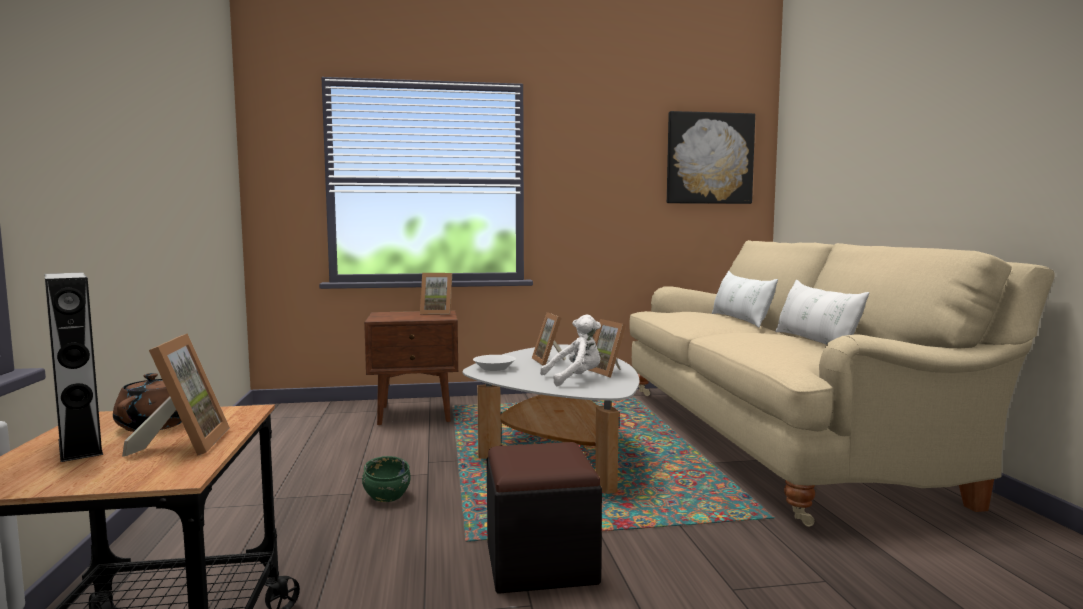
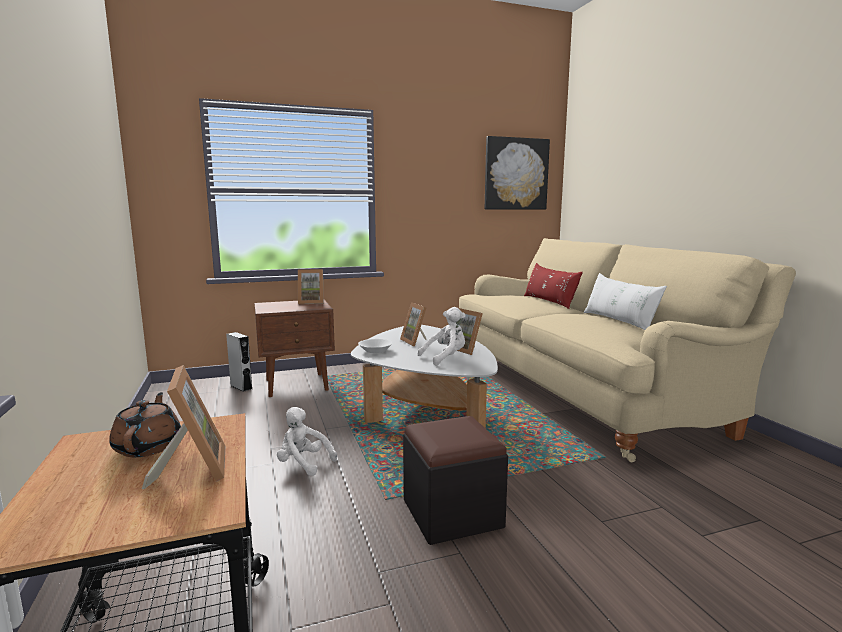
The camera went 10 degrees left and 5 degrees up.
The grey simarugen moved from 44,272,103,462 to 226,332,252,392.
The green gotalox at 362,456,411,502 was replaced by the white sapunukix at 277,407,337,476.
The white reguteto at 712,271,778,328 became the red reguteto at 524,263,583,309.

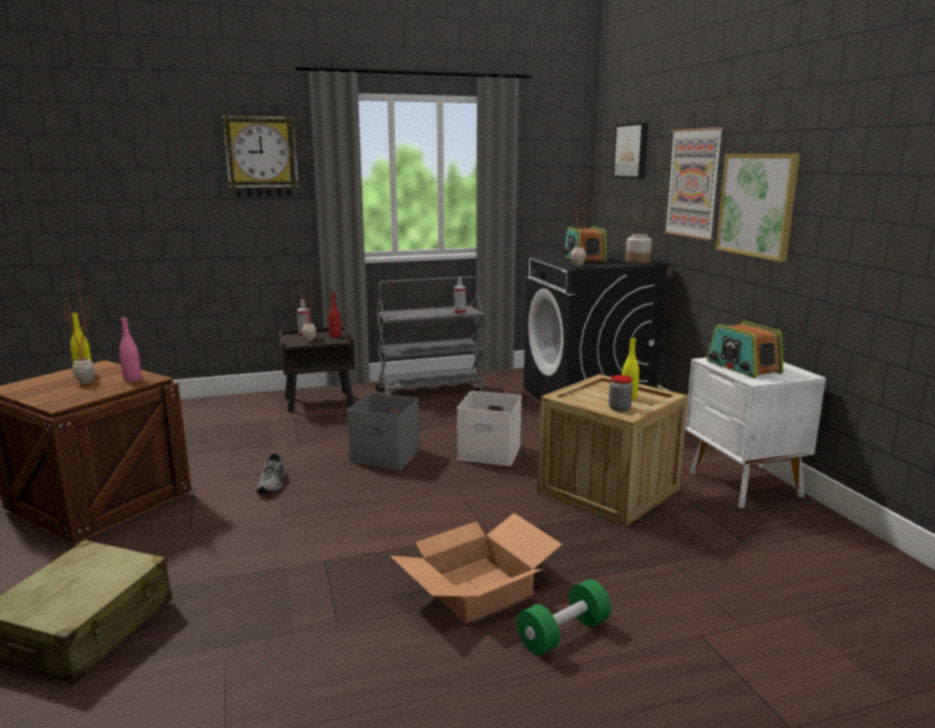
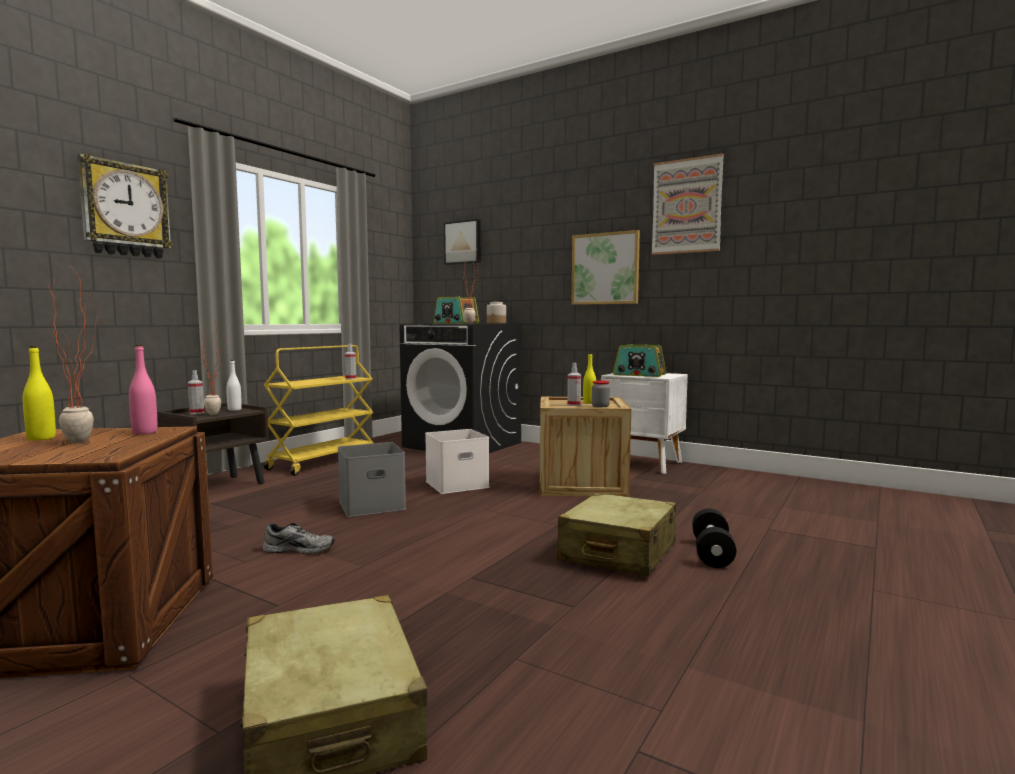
The camera went 40 degrees left and 10 degrees down.
The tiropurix at 567,363,581,406 appeared.
The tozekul moved from 664,127,724,240 to 651,153,724,255.
The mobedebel at 390,513,562,623 was replaced by the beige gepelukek at 557,493,676,577.
The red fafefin at 328,292,341,338 became the white fafefin at 226,360,242,411.
The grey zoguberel at 376,276,485,395 became the yellow zoguberel at 264,345,374,476.
The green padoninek at 517,579,611,655 became the black padoninek at 692,508,736,568.
The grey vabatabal at 256,453,286,493 turned 45 degrees counterclockwise.

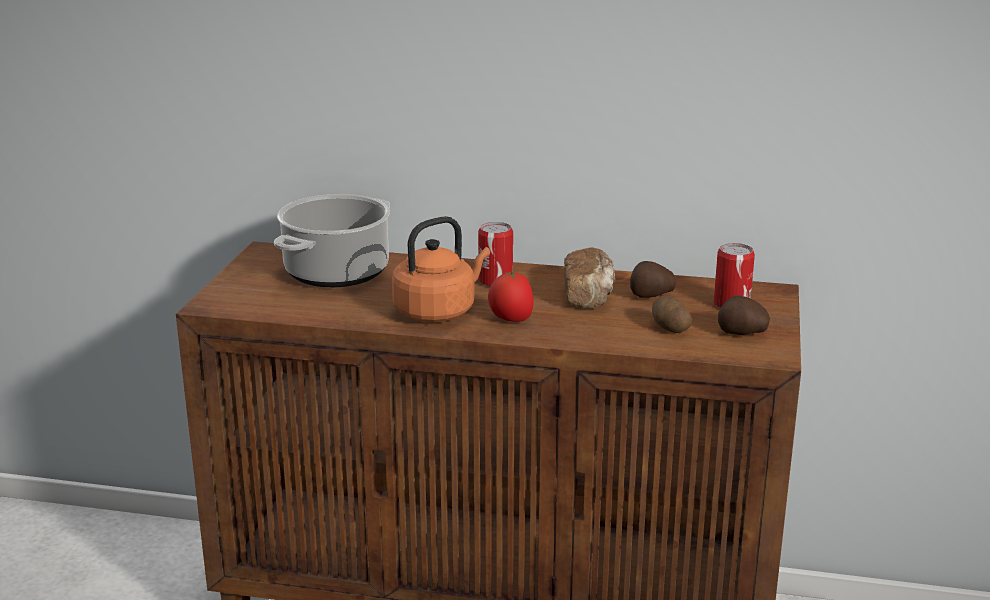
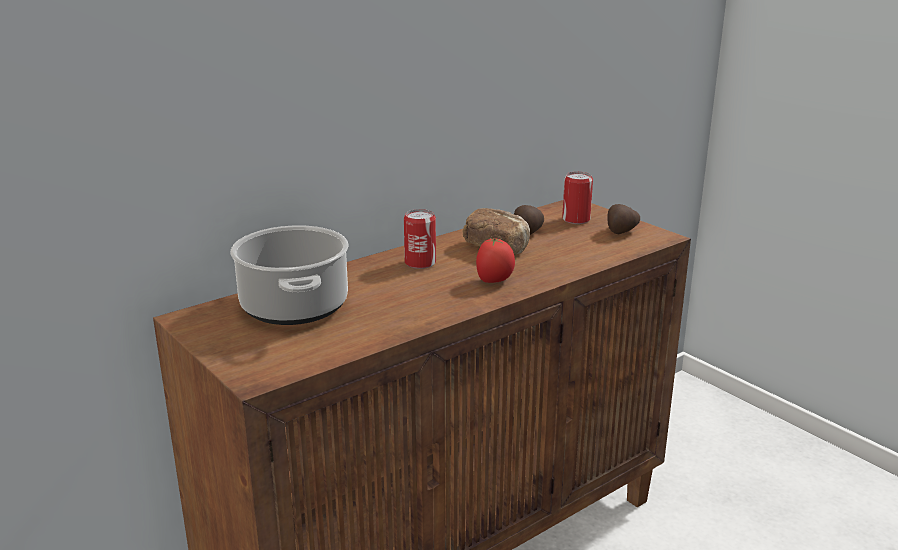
The camera went 50 degrees left and 0 degrees up.
The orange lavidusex at 392,216,490,322 disappeared.
The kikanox at 652,295,692,333 disappeared.

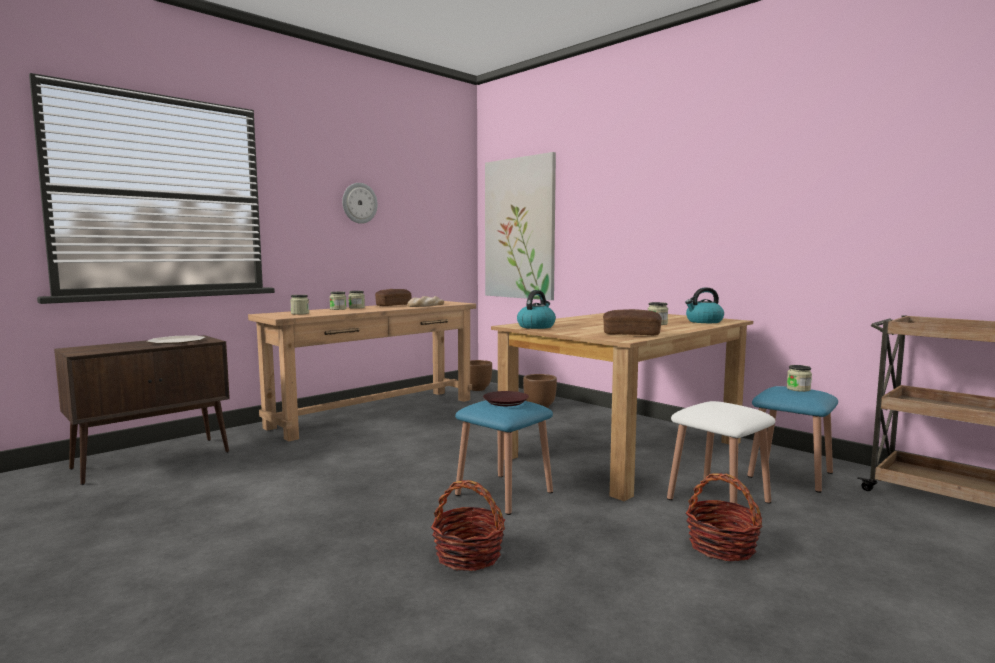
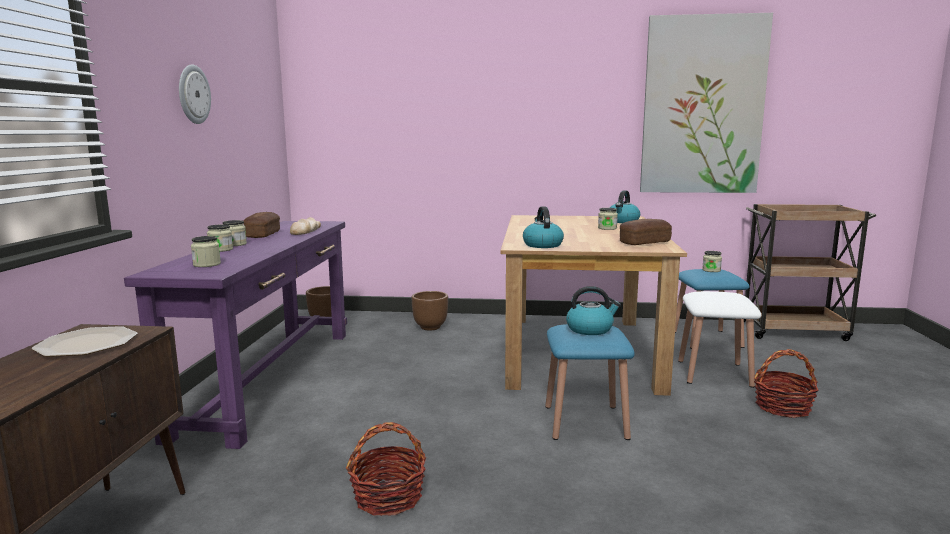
The camera went 40 degrees left and 5 degrees up.
The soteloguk moved from 431,480,505,571 to 346,422,426,516.
The tozekul moved from 485,152,556,300 to 640,13,773,193.
The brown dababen at 483,391,529,406 was replaced by the lavidusex at 566,286,621,335.
The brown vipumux at 248,301,476,442 became the purple vipumux at 124,221,347,449.

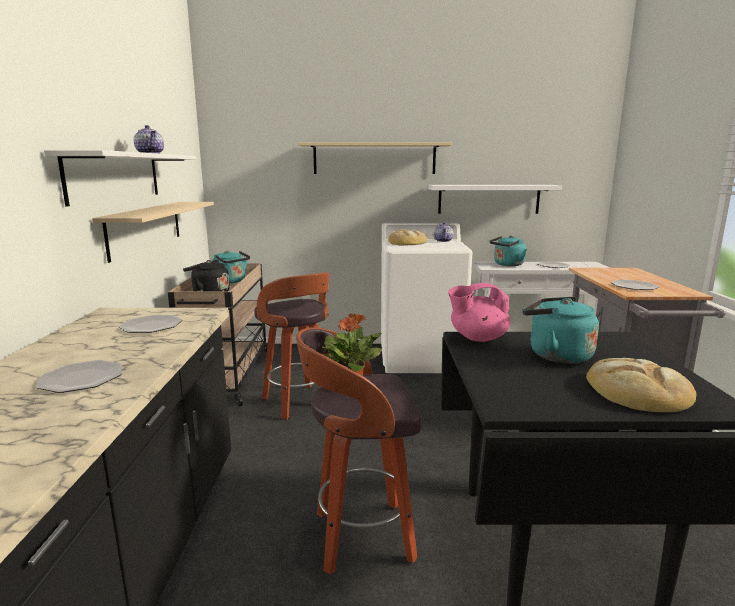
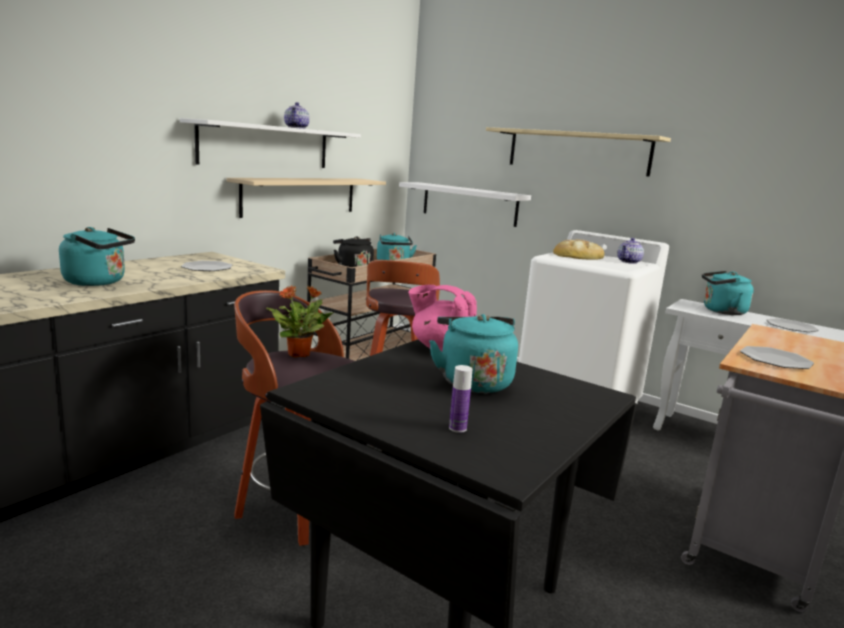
The camera went 35 degrees right and 0 degrees up.
The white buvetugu moved from 428,185,562,214 to 399,182,531,227.
The dababen at 36,360,122,393 was replaced by the turquoise lavidusex at 59,227,135,286.
The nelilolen at 586,358,696,412 was replaced by the fafefin at 449,365,472,433.

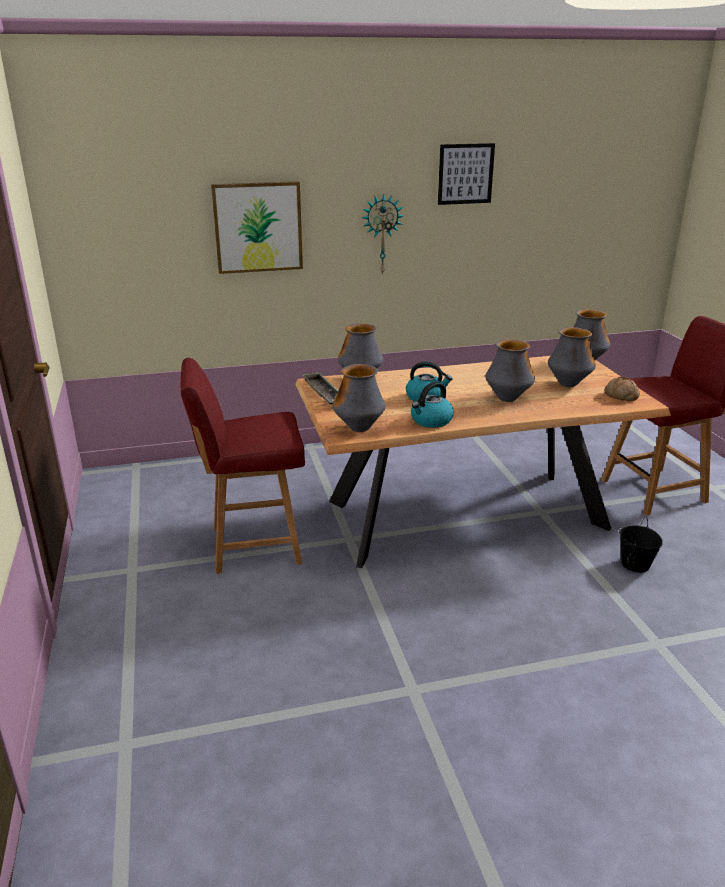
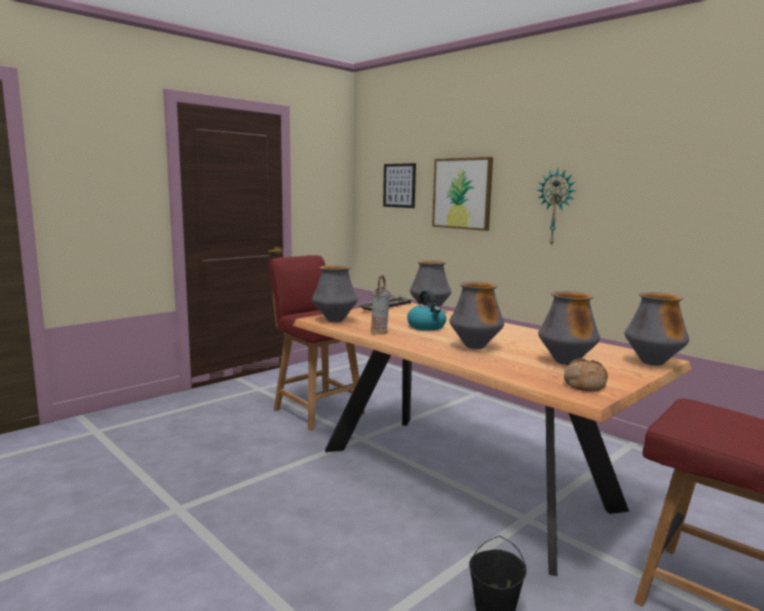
The camera went 60 degrees right and 15 degrees down.
The tozekul moved from 438,143,495,205 to 383,163,416,208.
The lavidusex at 411,382,454,428 was replaced by the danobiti at 370,275,391,335.

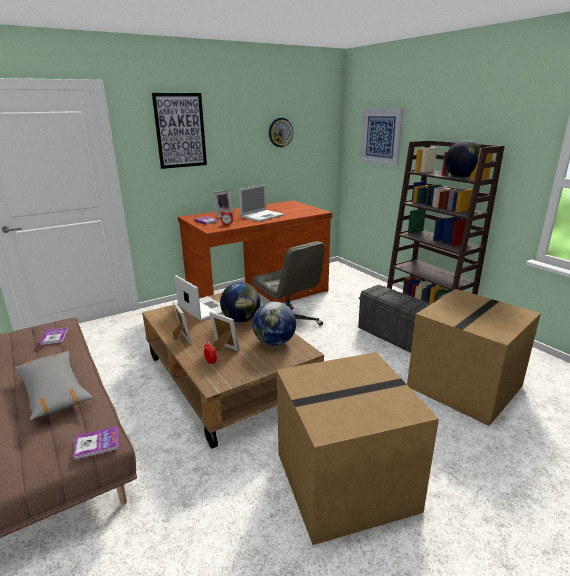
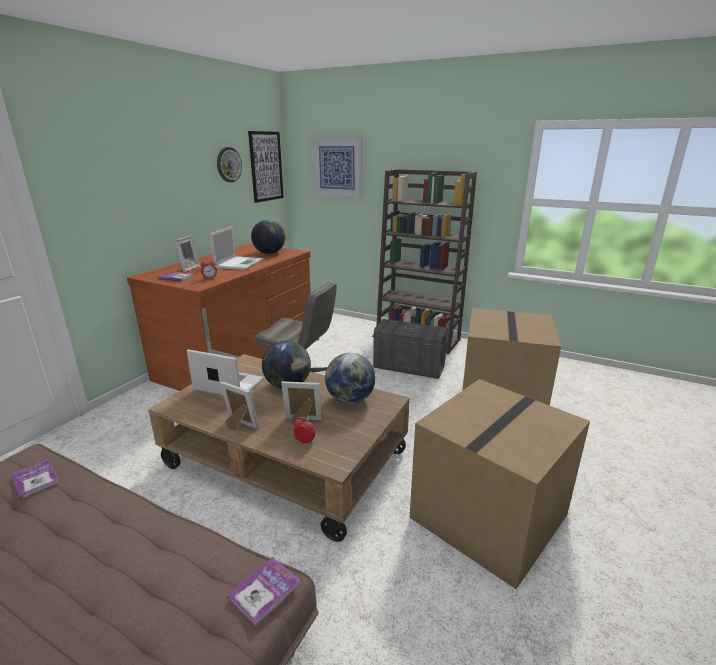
The camera went 30 degrees left and 0 degrees up.
The grey reguteto at 14,351,93,420 disappeared.
The tozekul moved from 152,93,207,169 to 248,131,284,203.
The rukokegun moved from 445,140,481,178 to 251,220,285,254.

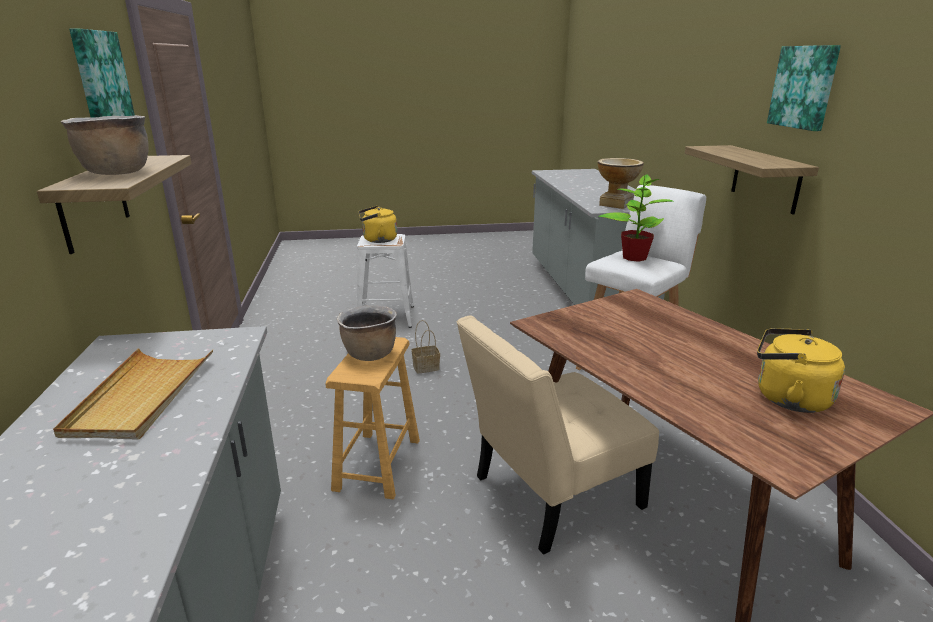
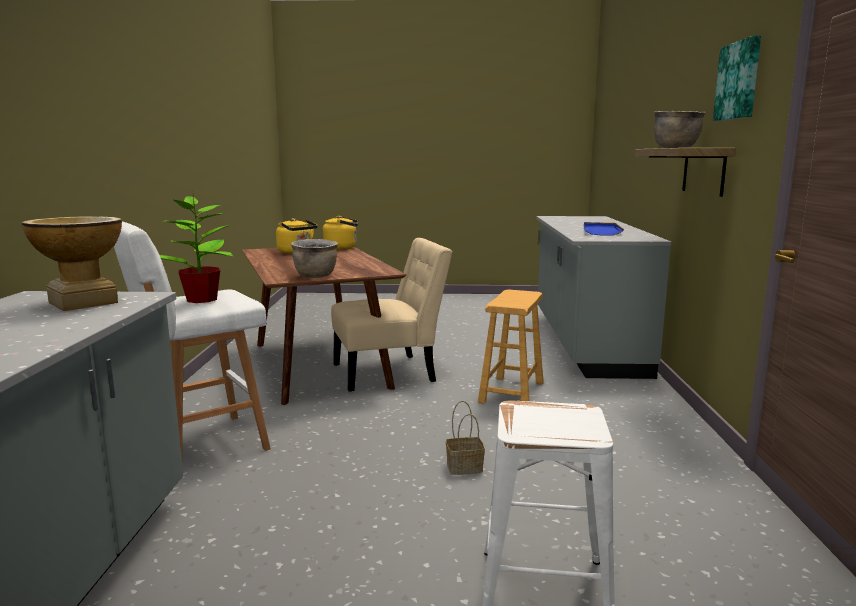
The camera went 170 degrees left and 10 degrees down.
The buvetugu at 685,145,819,215 disappeared.
The tozekul at 767,45,841,131 disappeared.
The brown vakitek moved from 337,305,397,361 to 291,239,338,278.
The yellow lavidusex moved from 359,206,397,243 to 323,216,359,250.
The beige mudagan at 53,348,213,440 became the blue mudagan at 584,222,624,236.

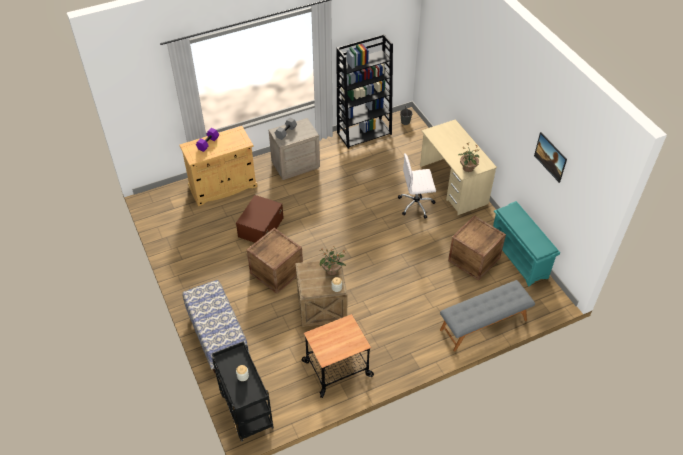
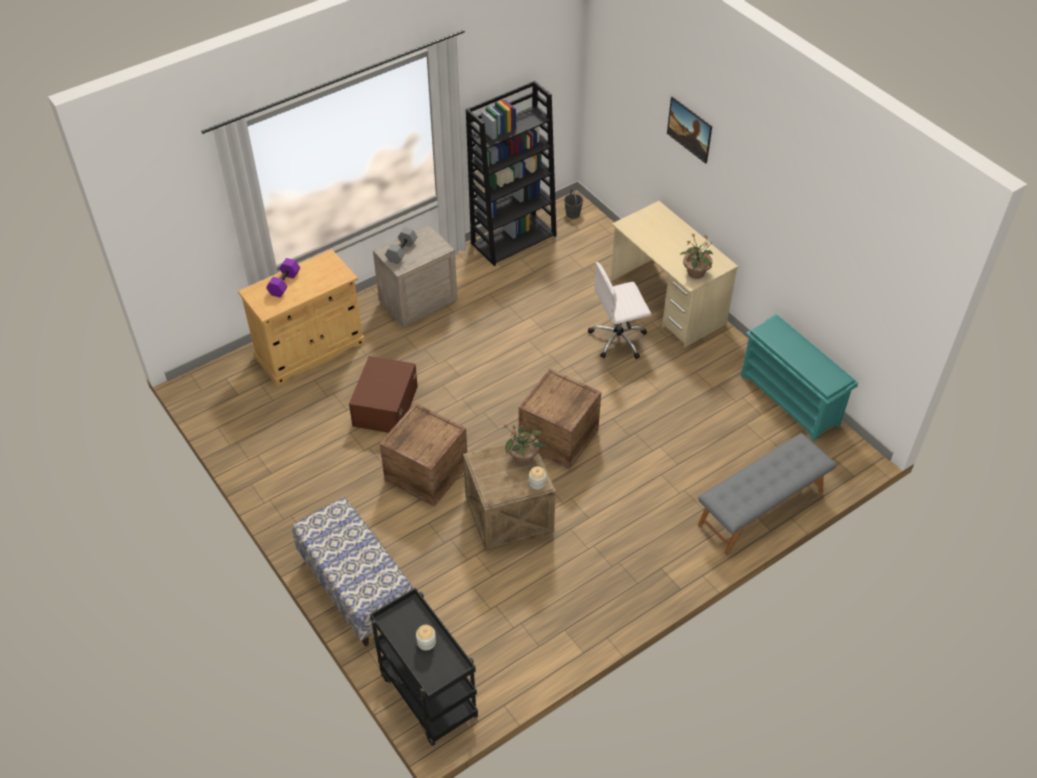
The camera went 10 degrees left and 0 degrees up.
The zoguberel at 301,314,374,398 disappeared.
The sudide moved from 448,215,506,281 to 519,369,601,469.
The tozekul moved from 534,132,567,183 to 667,97,712,164.

